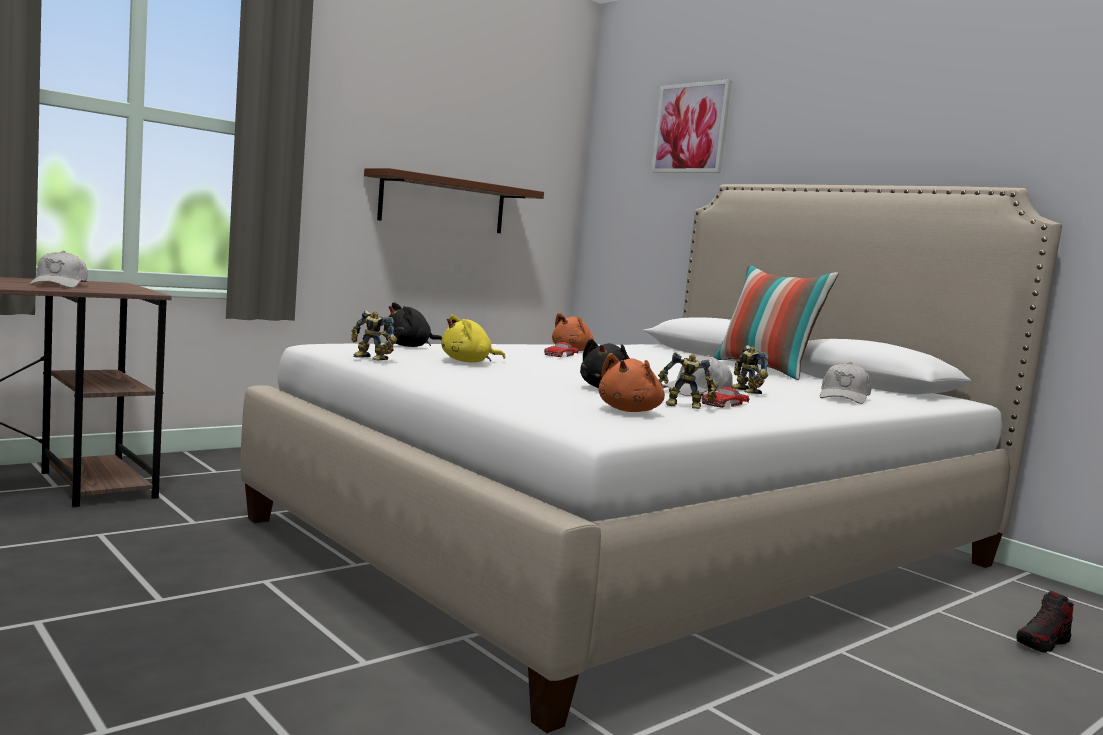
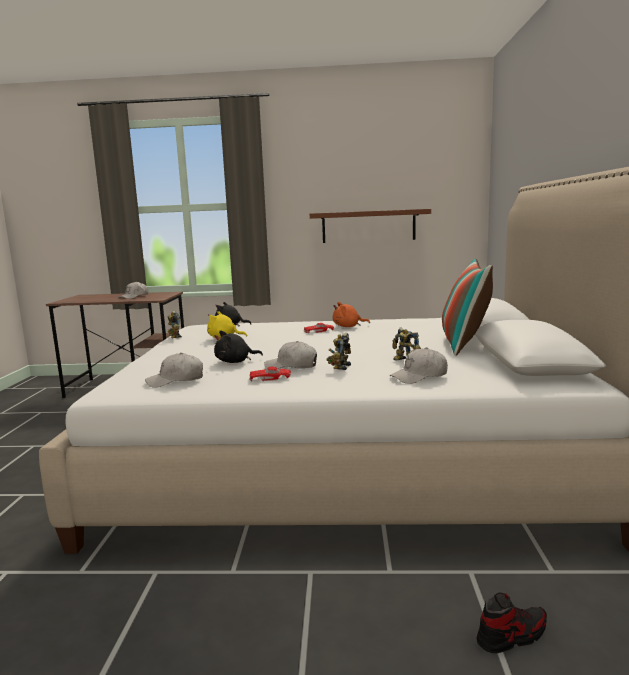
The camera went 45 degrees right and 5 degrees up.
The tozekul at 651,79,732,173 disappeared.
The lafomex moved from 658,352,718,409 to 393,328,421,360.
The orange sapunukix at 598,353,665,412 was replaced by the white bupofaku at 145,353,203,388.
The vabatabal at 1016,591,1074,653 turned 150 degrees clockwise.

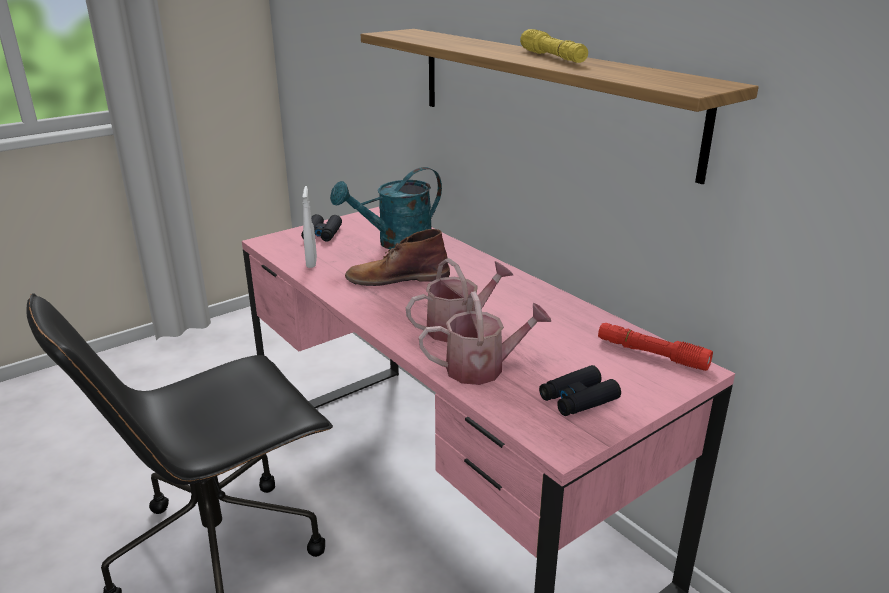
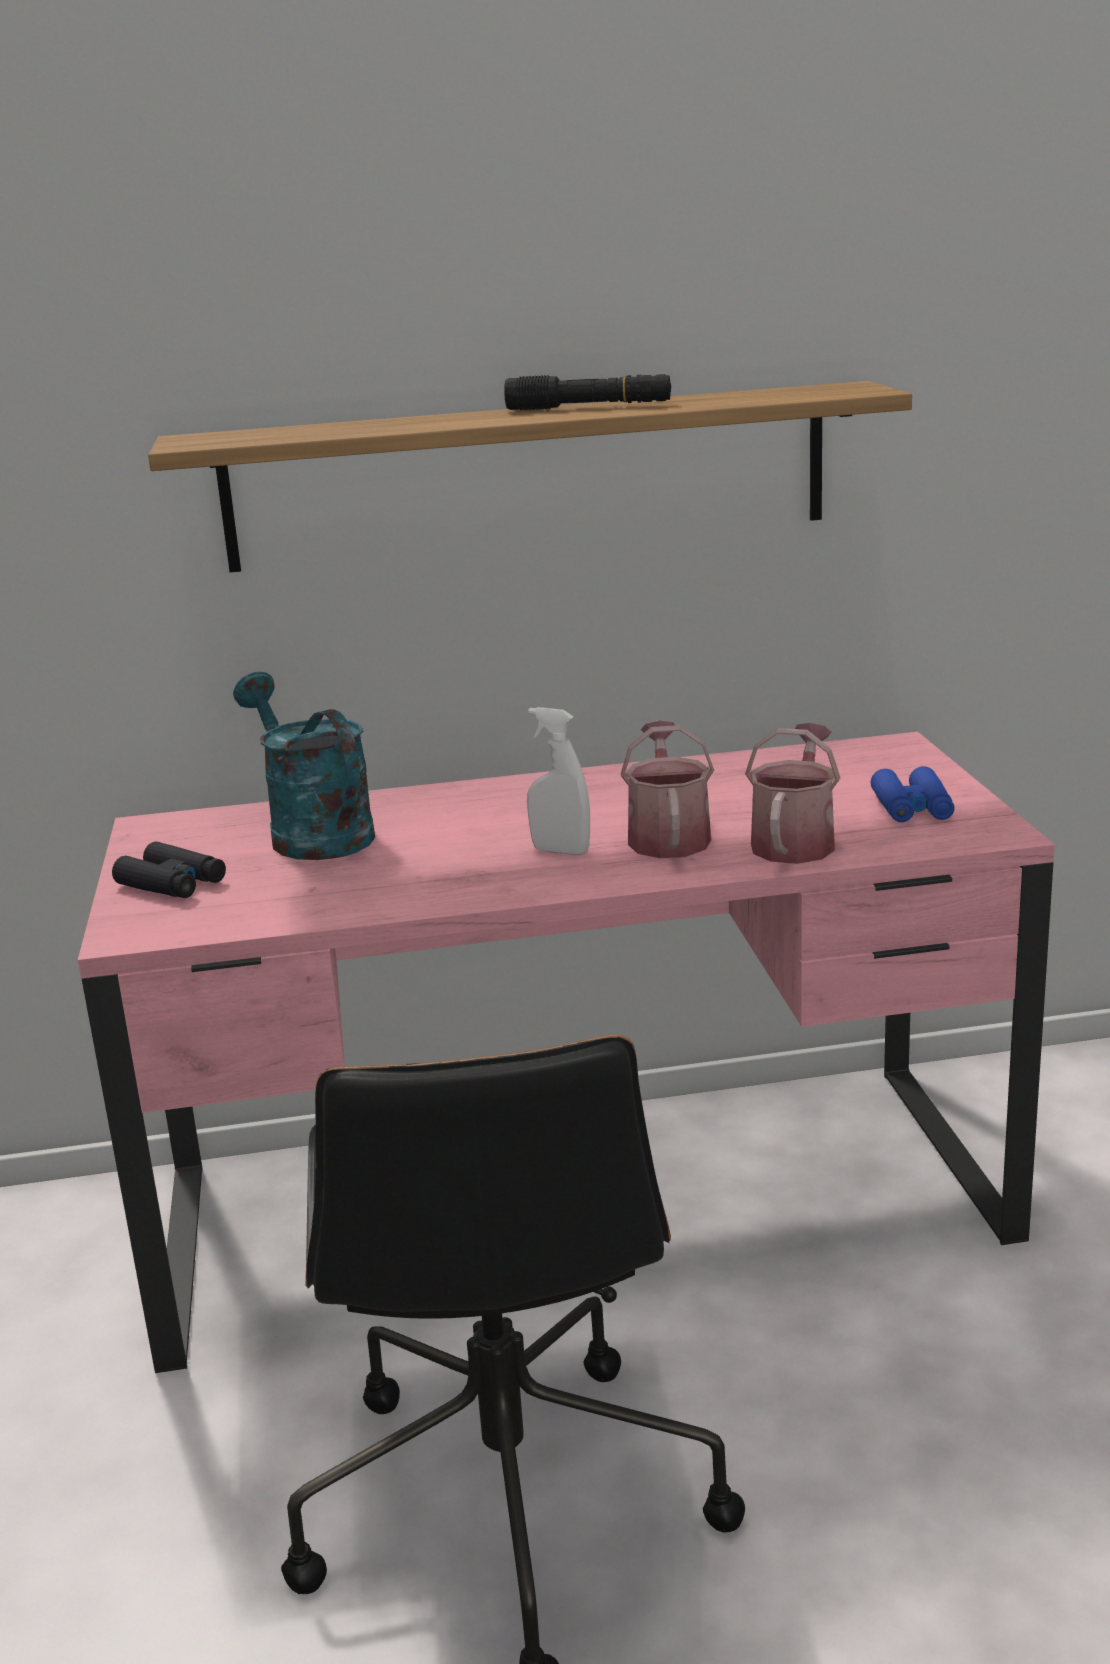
The camera went 60 degrees left and 5 degrees down.
The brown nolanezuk at 345,229,450,286 disappeared.
The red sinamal at 598,323,713,371 disappeared.
The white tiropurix moved from 302,186,317,268 to 527,707,590,855.
The yellow sinamal at 520,29,588,63 became the black sinamal at 504,374,671,410.
The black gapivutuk at 539,365,621,416 became the blue gapivutuk at 871,766,955,822.
The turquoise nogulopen at 330,167,442,249 turned 150 degrees clockwise.

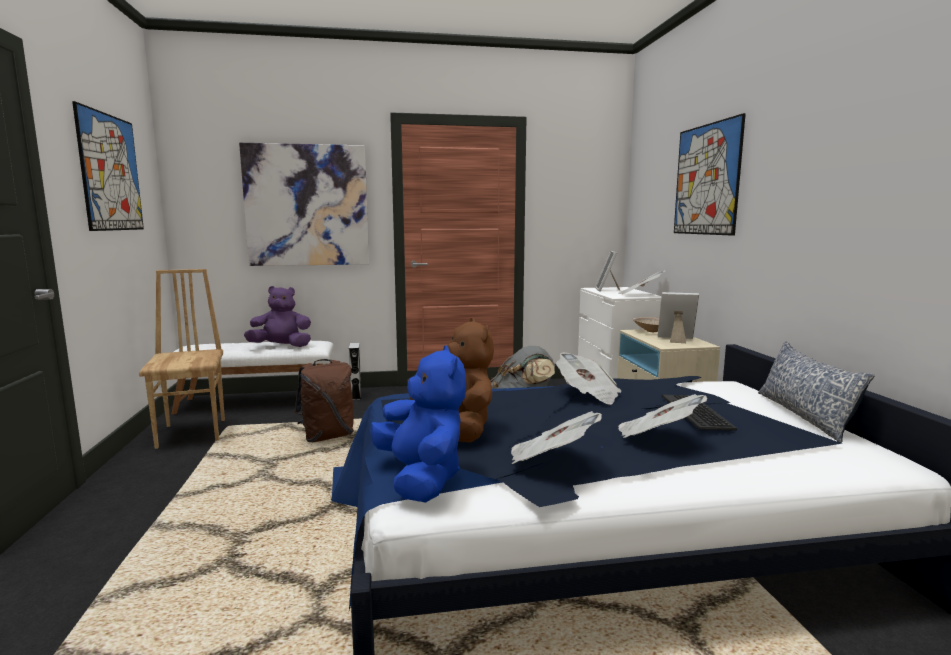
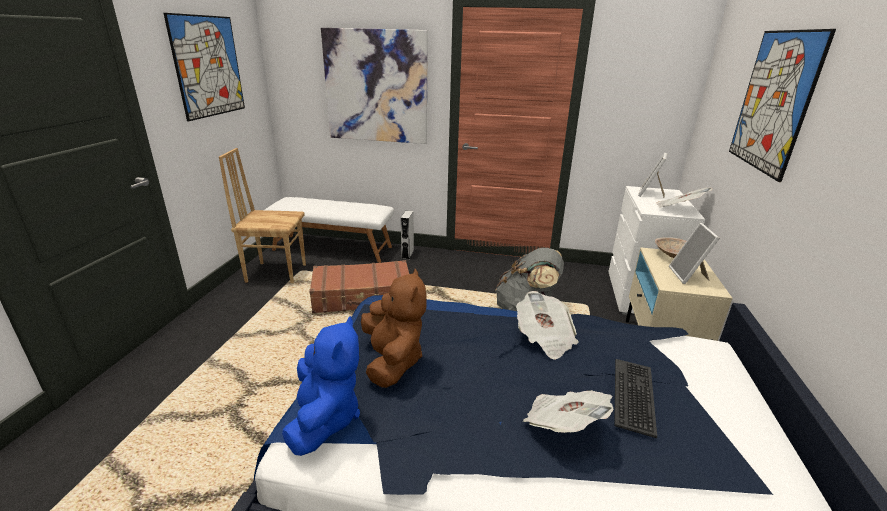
The camera went 20 degrees right and 15 degrees up.
The purple sapunukix at 244,286,311,347 disappeared.
The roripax at 511,411,602,464 disappeared.
The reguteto at 758,341,875,443 disappeared.
The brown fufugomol at 295,359,354,442 was replaced by the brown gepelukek at 309,260,409,313.
The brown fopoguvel at 139,269,225,449 turned 90 degrees counterclockwise.
The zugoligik at 658,292,699,343 turned 120 degrees counterclockwise.

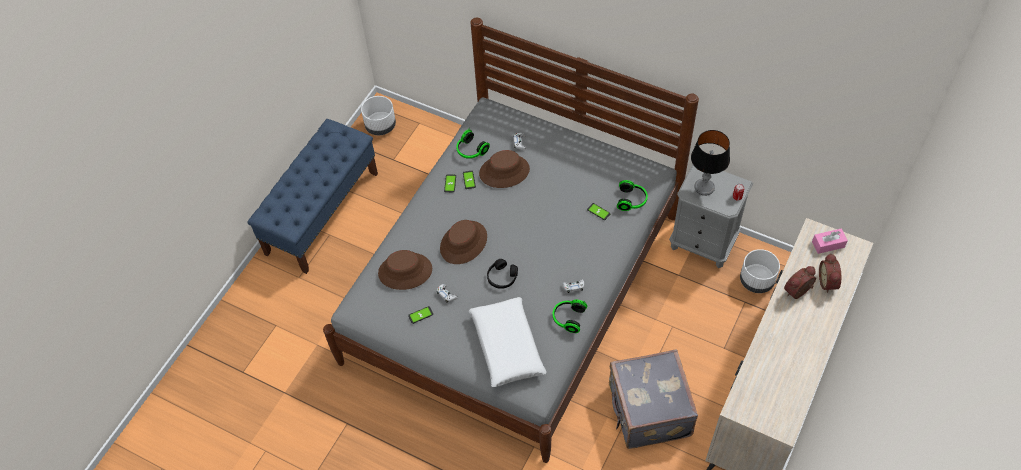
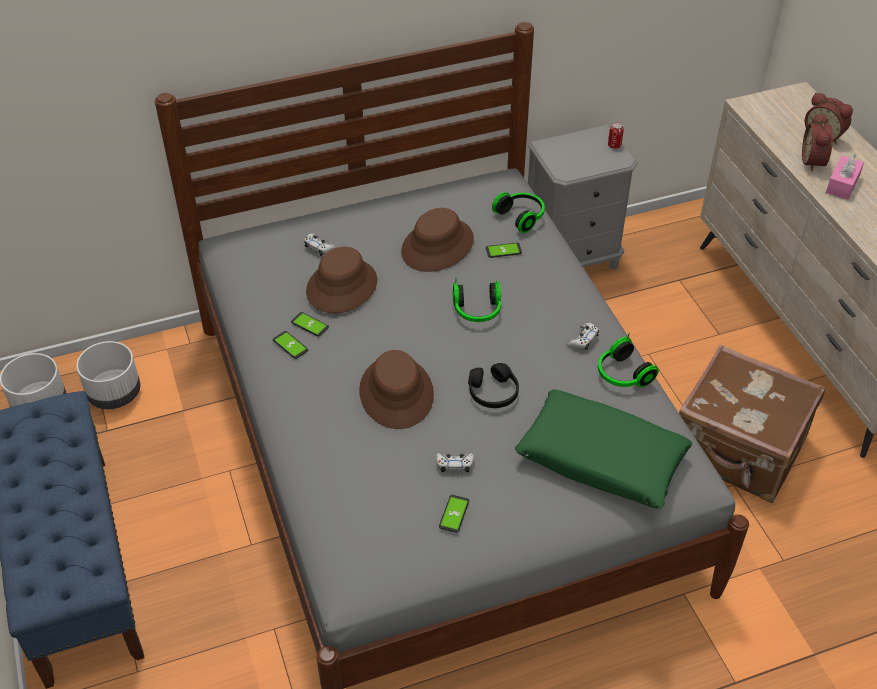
The camera went 50 degrees left and 10 degrees down.
The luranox at 691,130,730,196 disappeared.
The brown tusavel moved from 378,250,432,290 to 401,208,474,272.
The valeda moved from 456,129,490,159 to 453,278,501,322.
The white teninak moved from 740,249,780,293 to 76,341,141,409.
The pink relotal moved from 812,229,848,254 to 826,154,864,200.
The white reguteto at 469,297,546,387 became the green reguteto at 515,390,692,509.
The grey gepelukek at 609,349,698,449 became the brown gepelukek at 679,345,826,503.

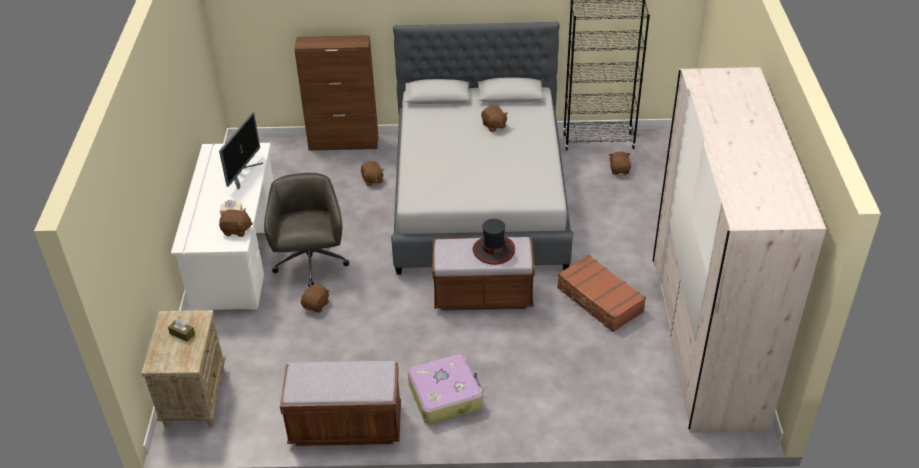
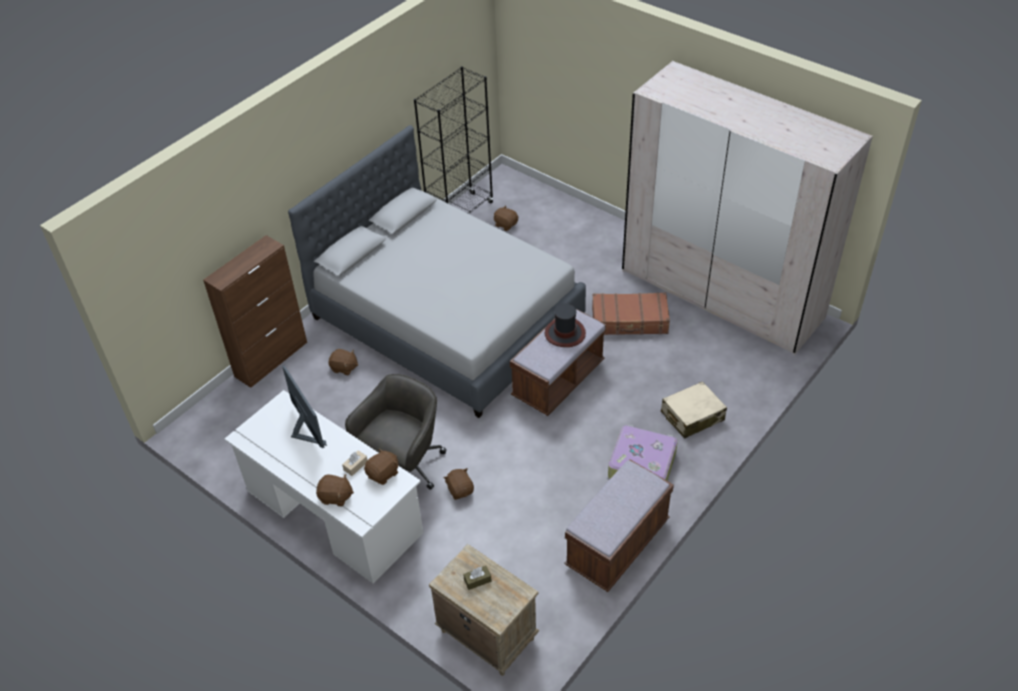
The camera went 50 degrees left and 5 degrees up.
The beige gepelukek at 661,381,727,439 appeared.
The brown sapunukix moved from 481,106,508,132 to 316,474,354,506.
The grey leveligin at 264,173,349,287 turned 90 degrees clockwise.

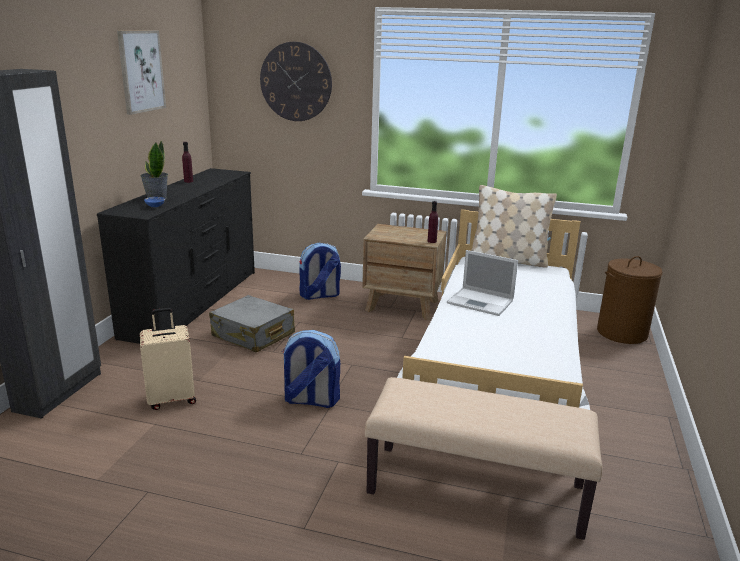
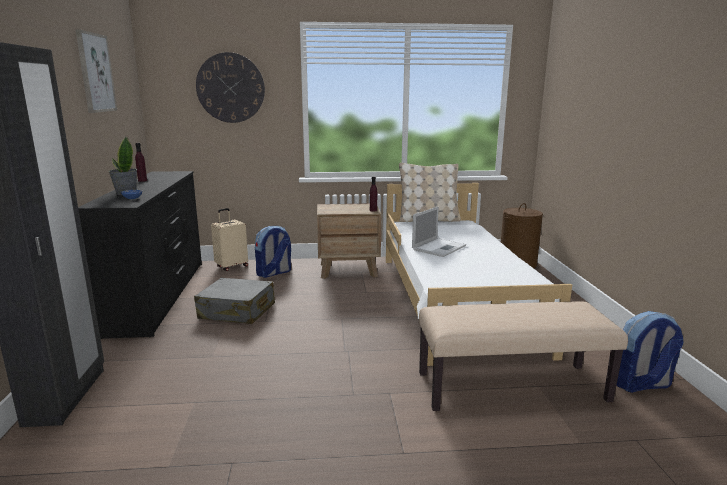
The camera went 20 degrees left and 5 degrees down.
The beige gepelukek moved from 140,308,196,410 to 211,208,248,271.
The fufugomol moved from 282,330,340,408 to 616,311,683,393.
The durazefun at 447,250,518,316 turned 60 degrees counterclockwise.

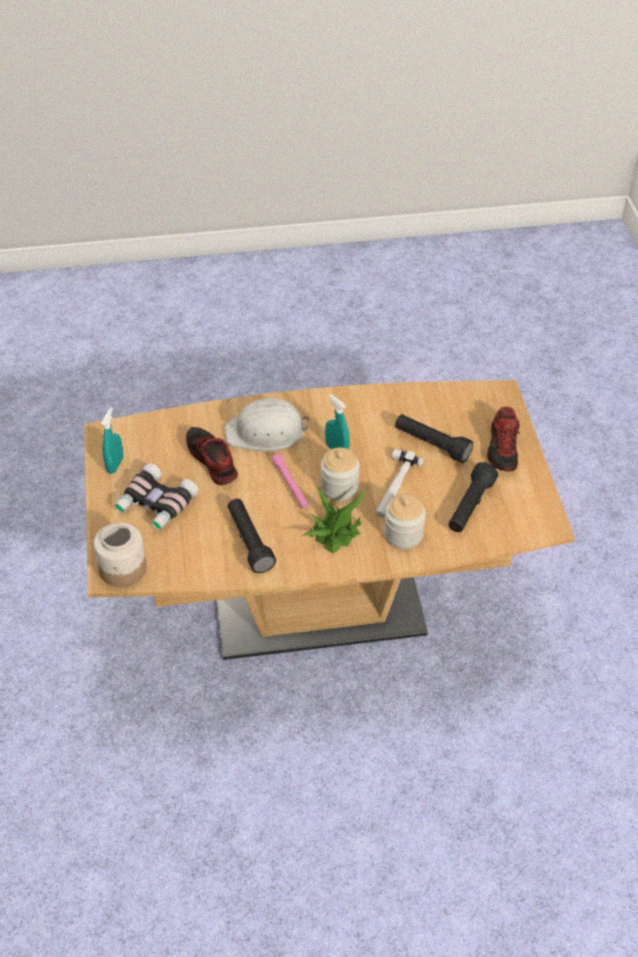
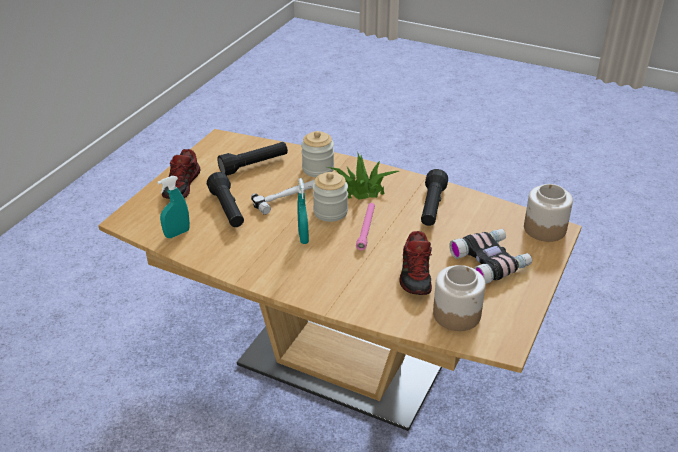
The camera went 145 degrees left and 10 degrees down.
The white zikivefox at 225,398,309,451 disappeared.
The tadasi at 433,265,486,331 appeared.
The turquoise tiropurix moved from 101,407,123,474 to 157,176,190,238.
The vabatabal at 487,407,520,471 turned 150 degrees clockwise.

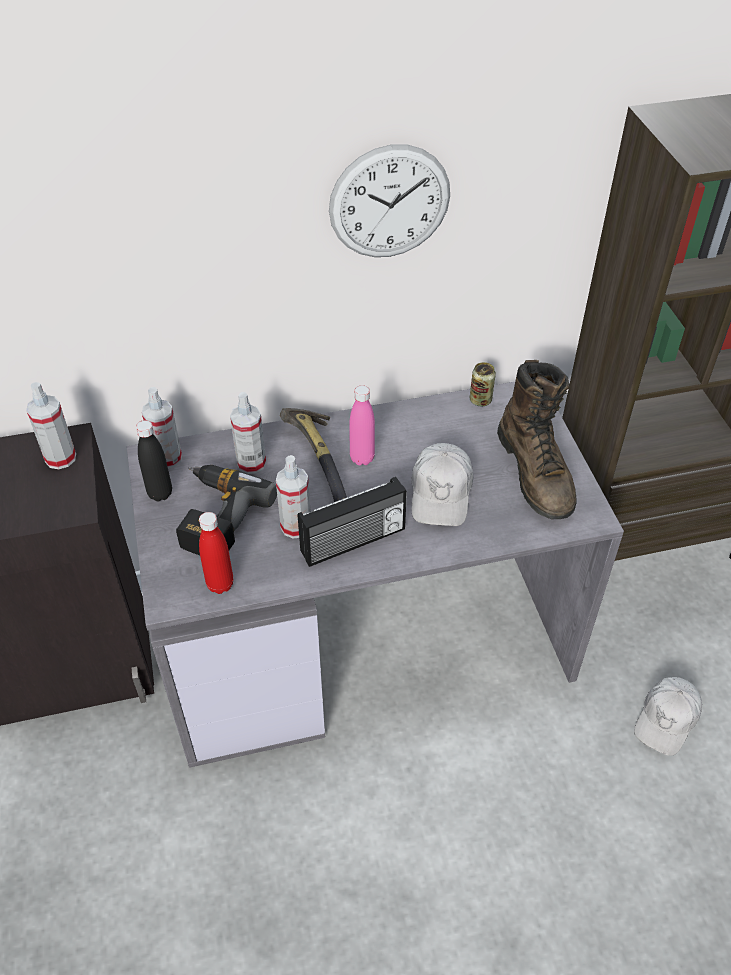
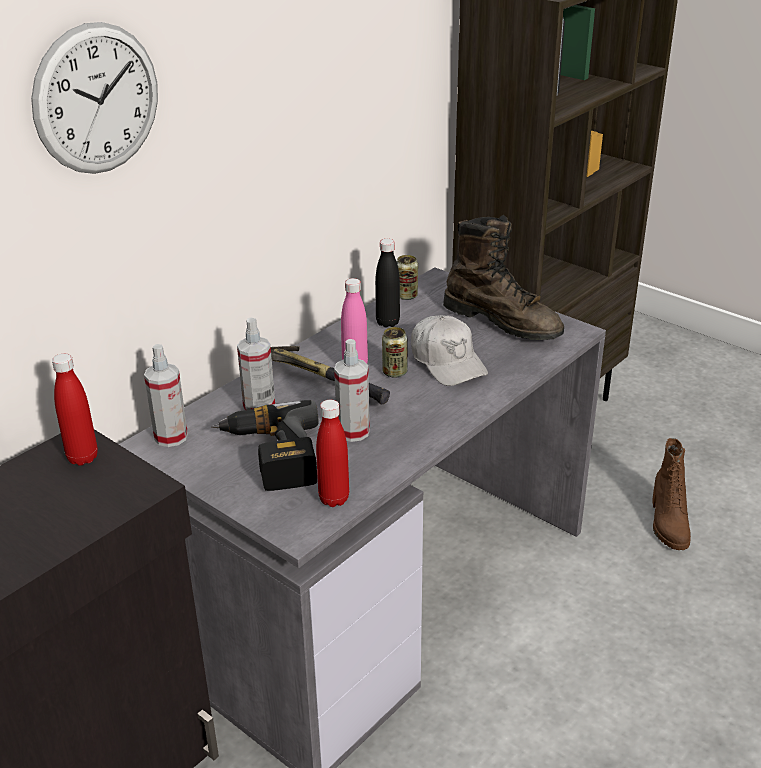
The camera went 35 degrees left and 15 degrees down.
The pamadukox at 298,477,407,567 disappeared.
The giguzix at 382,327,408,378 appeared.
The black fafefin moved from 136,420,172,501 to 375,239,400,327.
The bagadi moved from 329,144,450,257 to 31,22,158,174.
The tiropurix at 26,382,76,469 was replaced by the red fafefin at 52,354,98,466.
The white bupofaku at 634,677,702,756 was replaced by the brown nolanezuk at 652,438,691,550.

